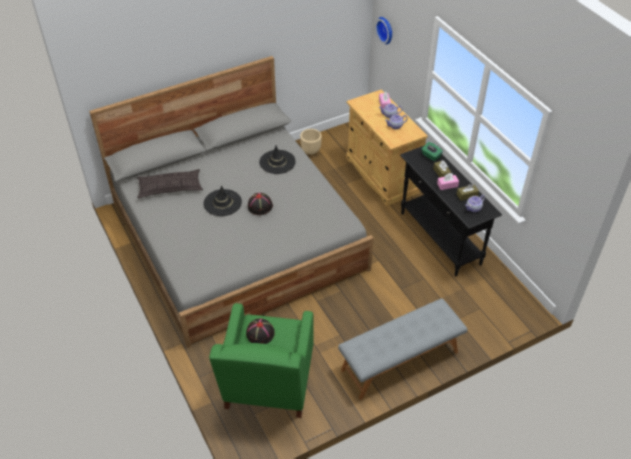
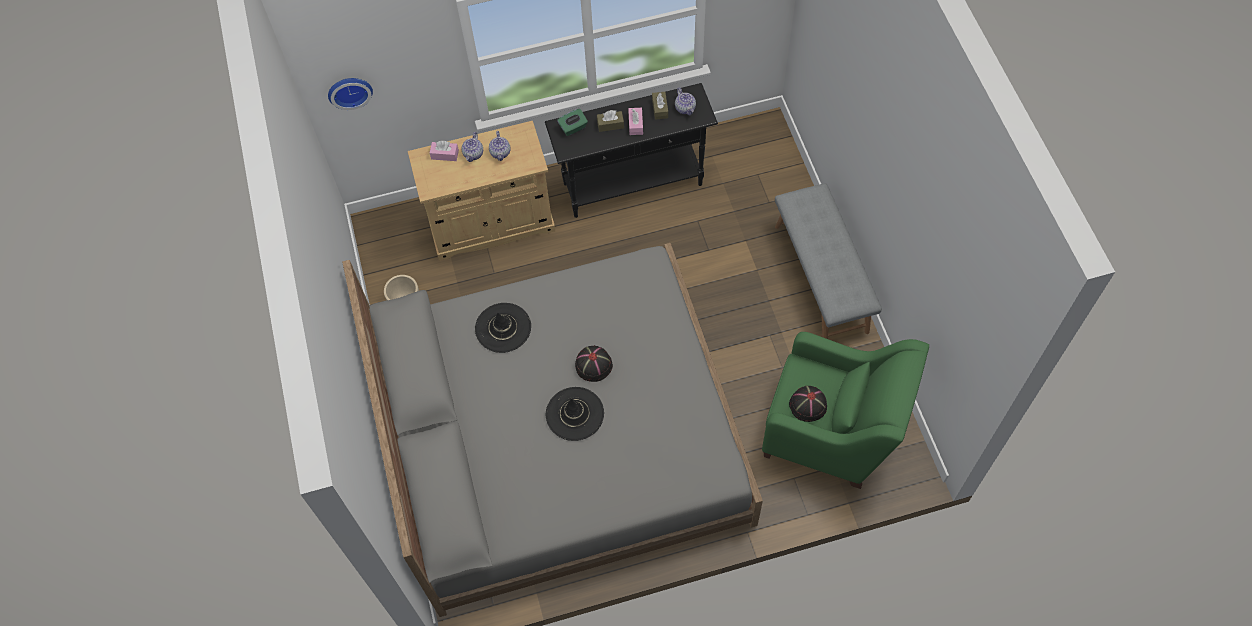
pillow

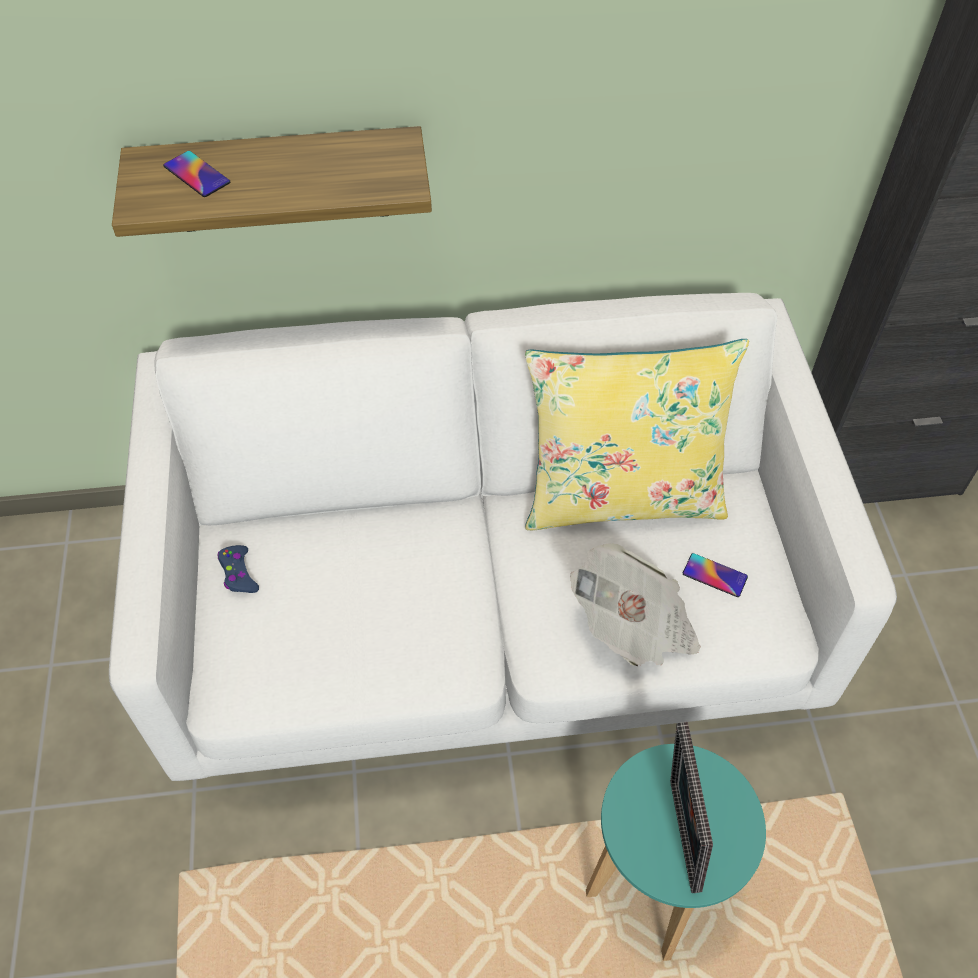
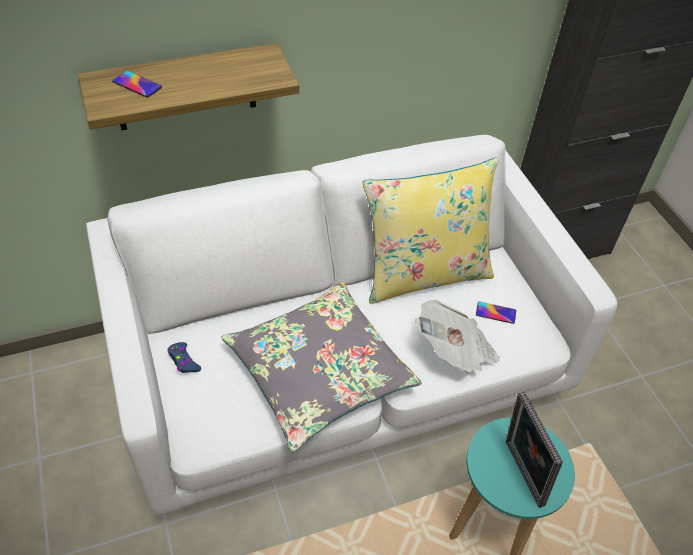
pillow (grey)

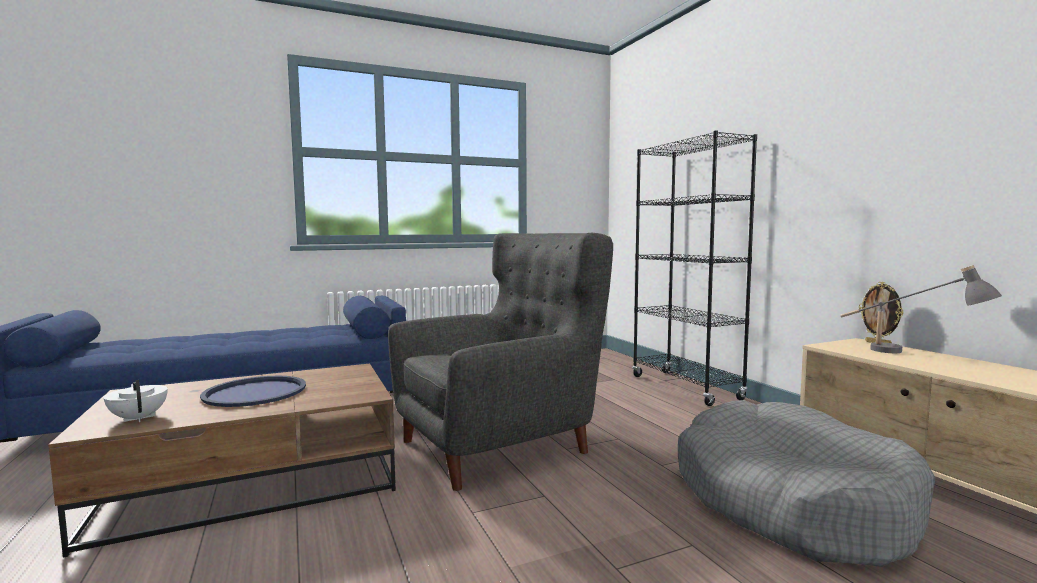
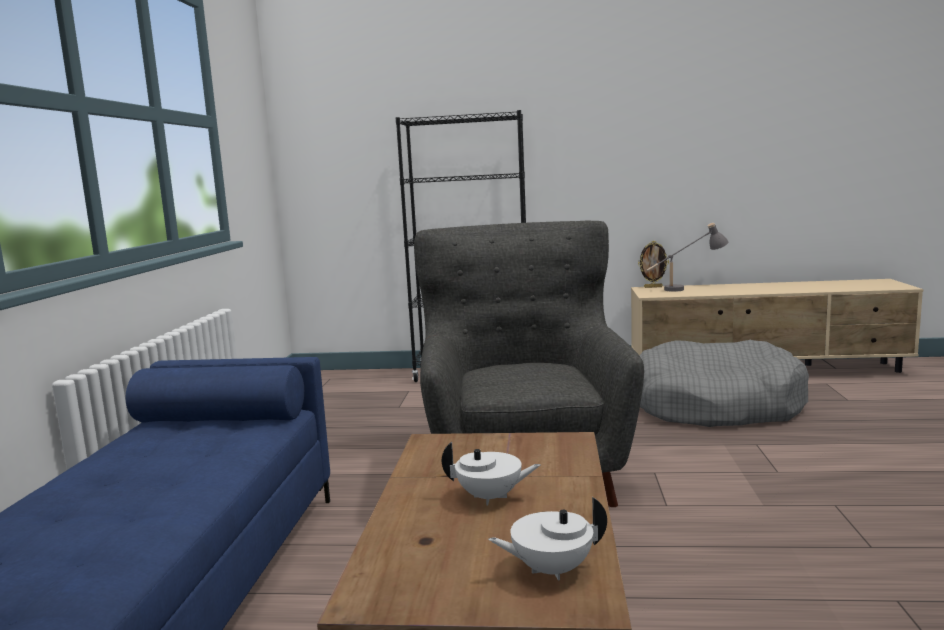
teapot (white) (1st from left)

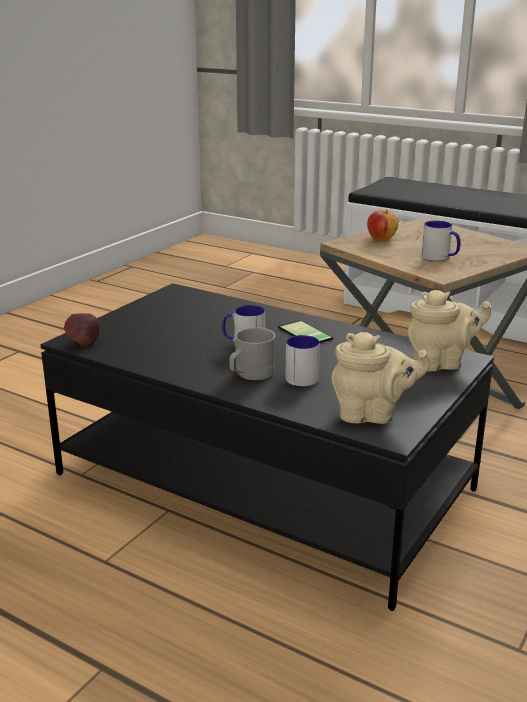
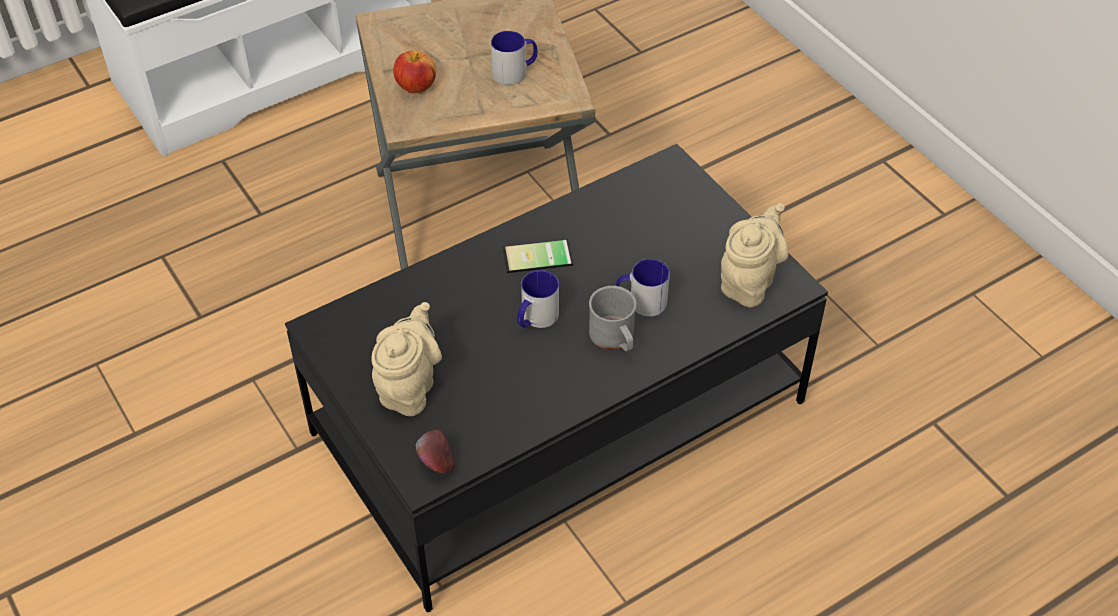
teapot (beige) (1st from left)

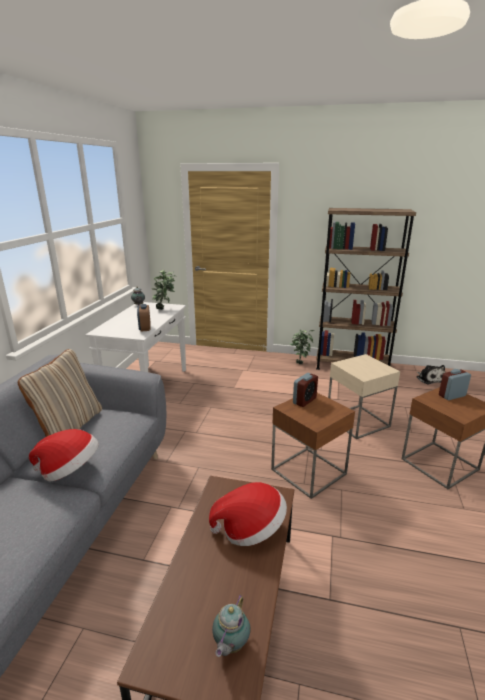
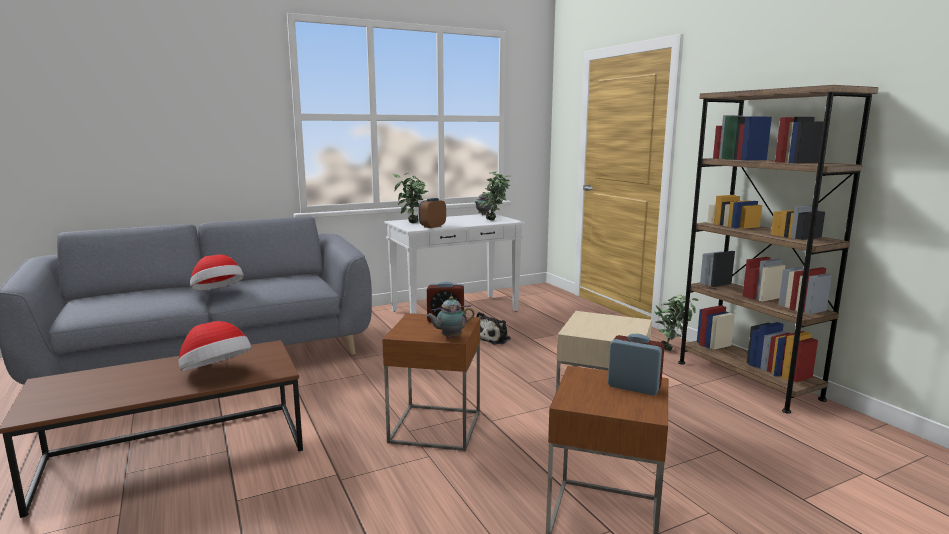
pillow (beige)
potted plant (1st from left)
teapot (1st from left)
plush toy

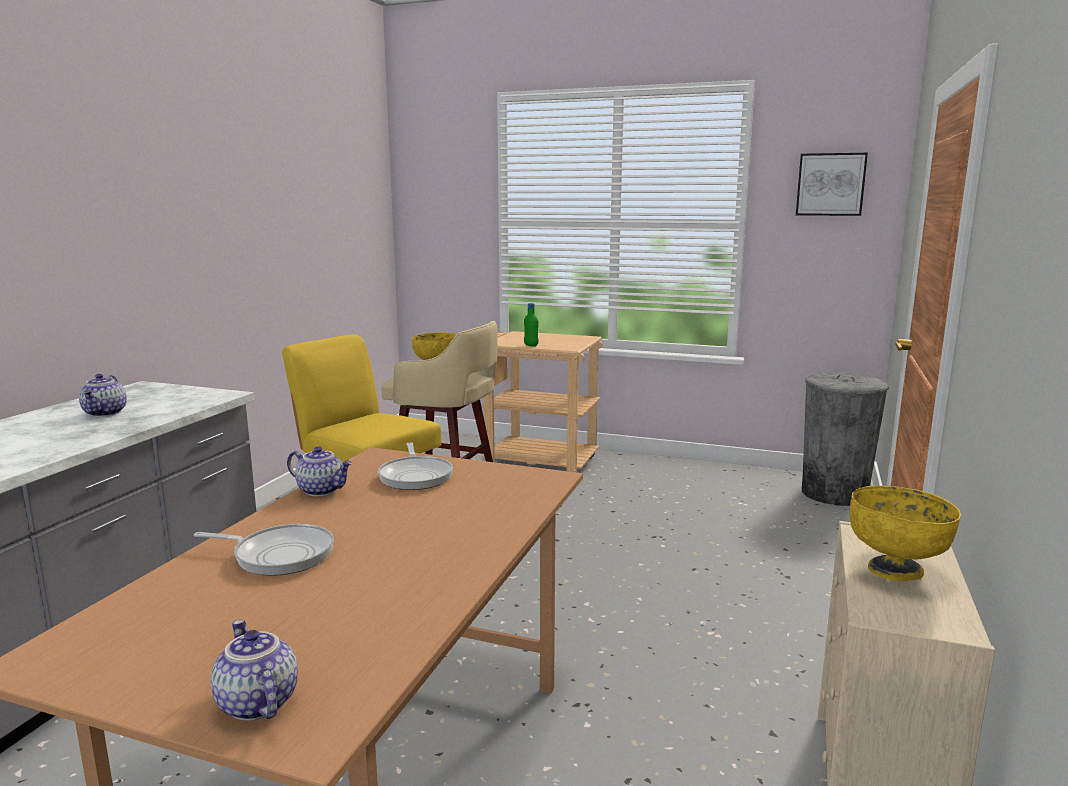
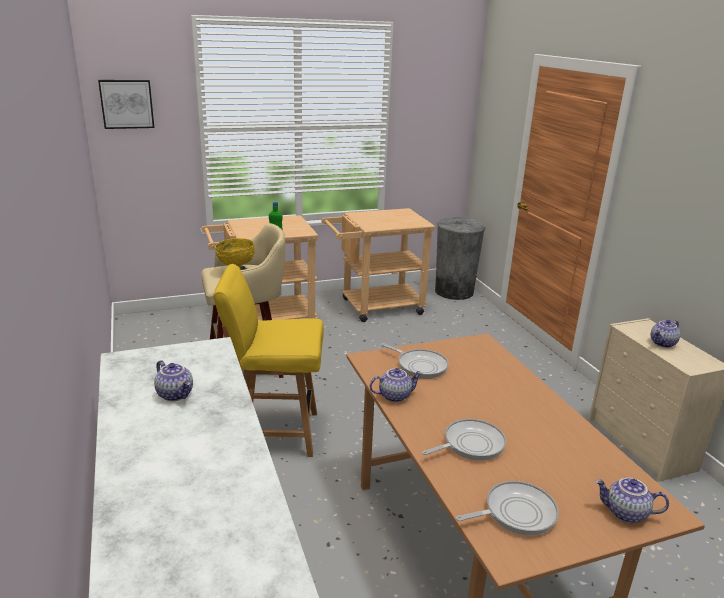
cart (beige) (2nd from left)
frying pan (3rd from left)
picture
teapot (4th from left)

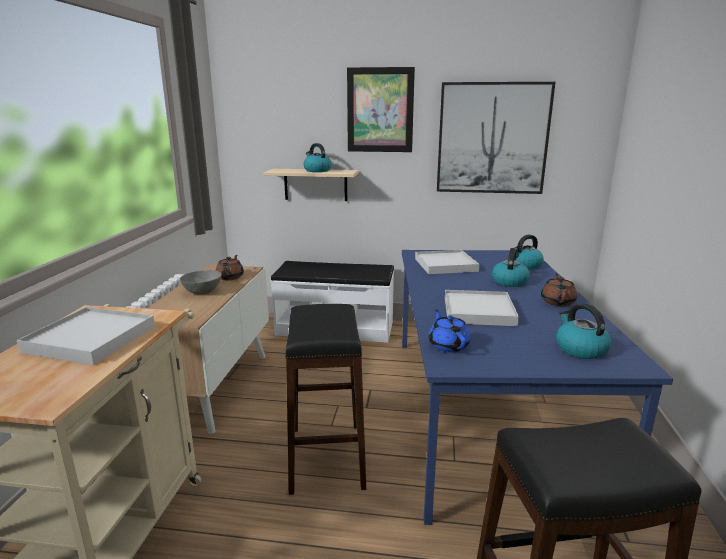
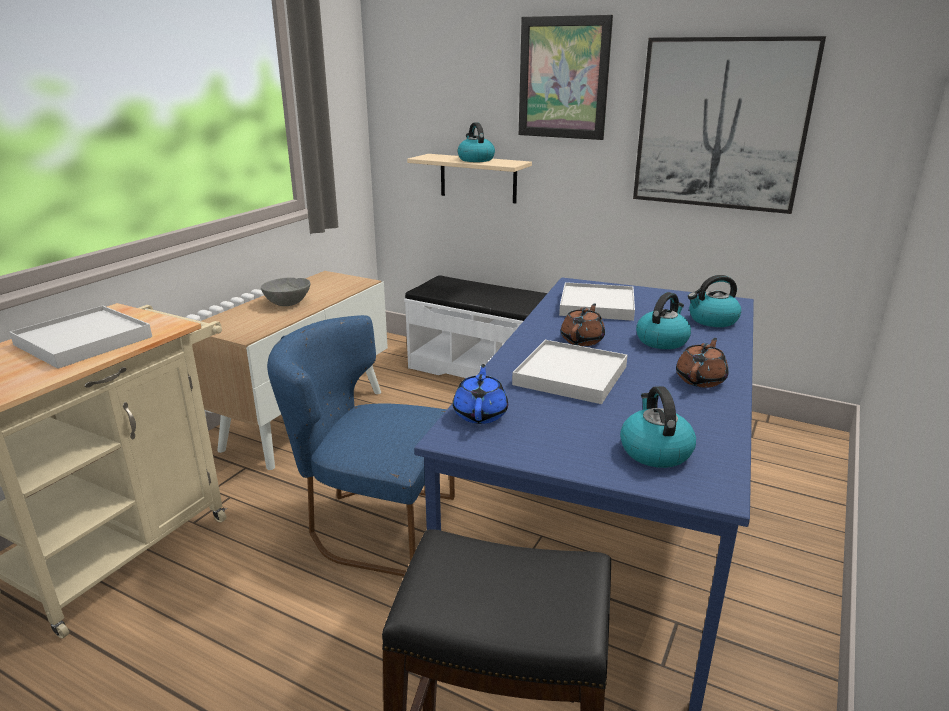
teapot (brown) (1st from left)
chair (blue)

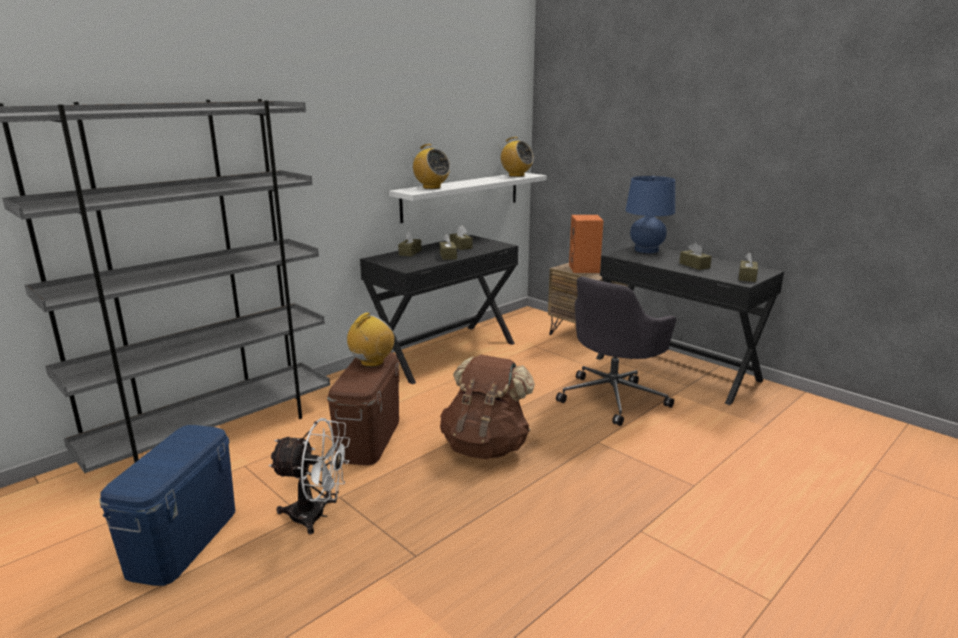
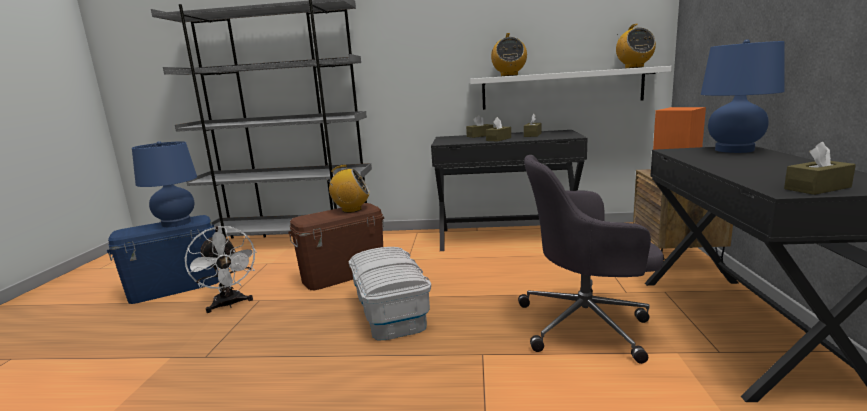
tissue box (brown) (4th from left in the first image)
table lamp (blue) (1st from left)
storage box (white)

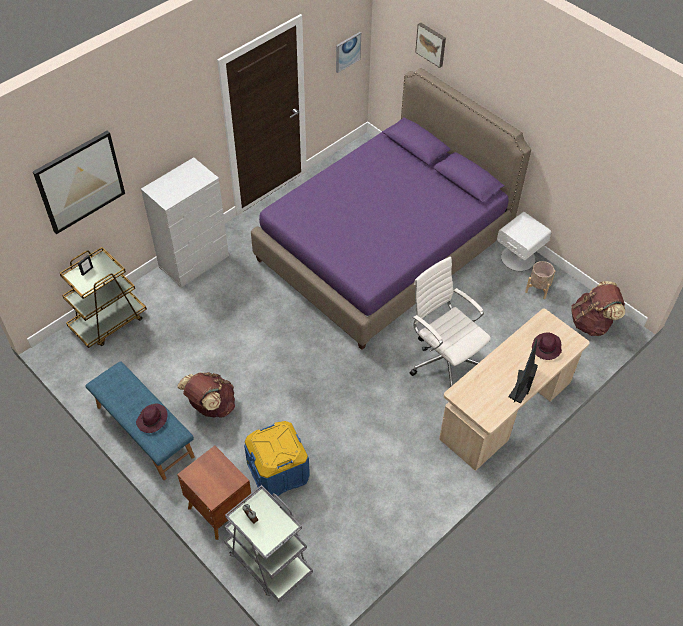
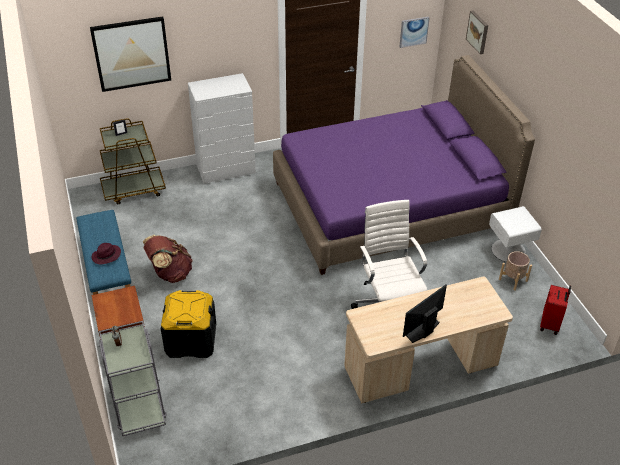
hat (purple) (2nd from left in the first image)
suitcase (red)
storage box (black)

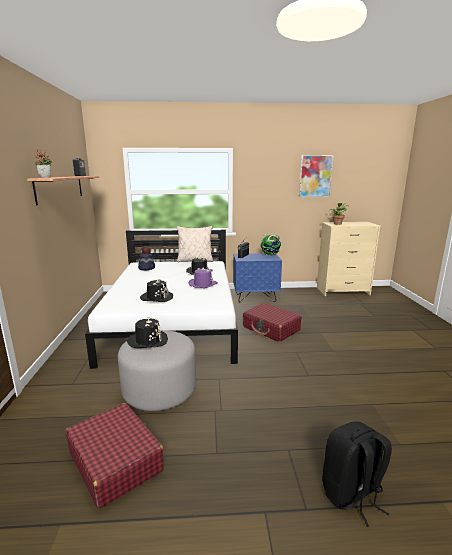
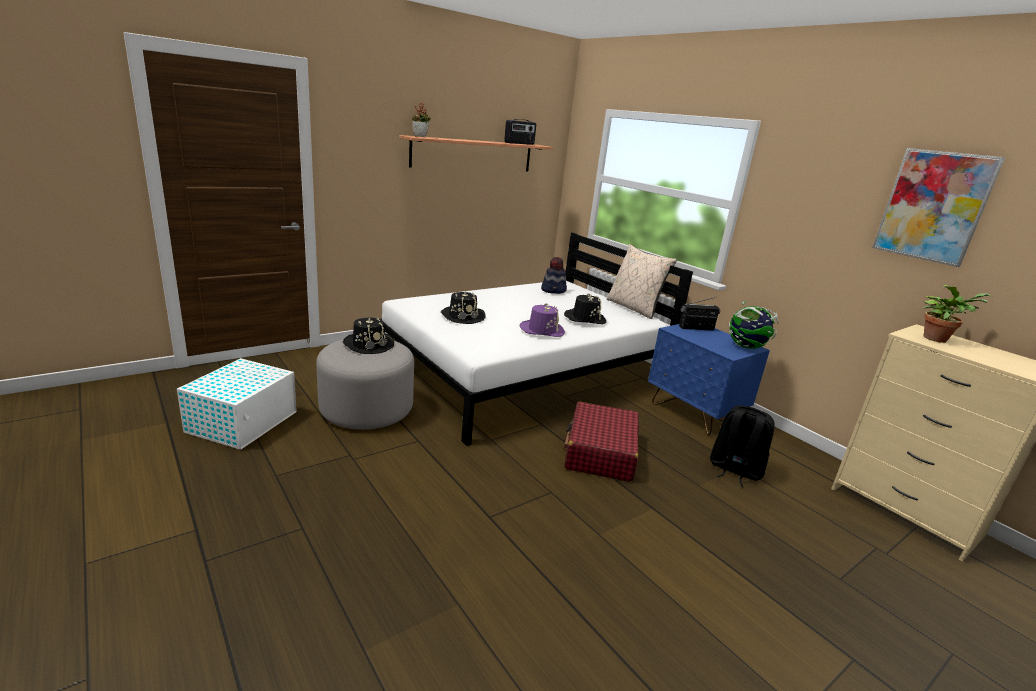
backpack (black)
storage box (white)

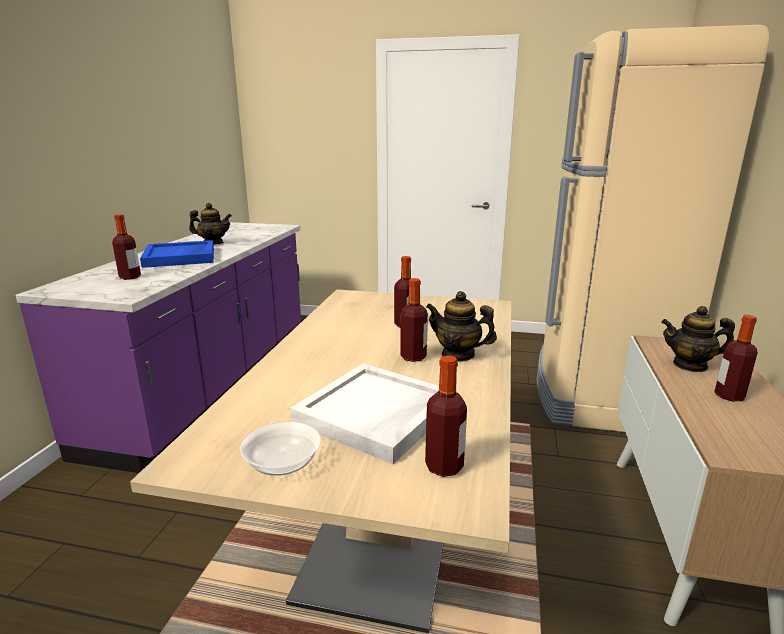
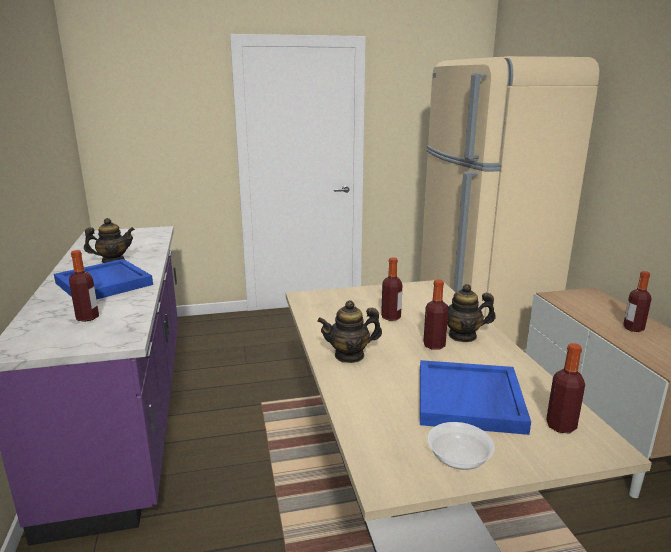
teapot (2nd from left)
tray (blue) (2nd from left)

